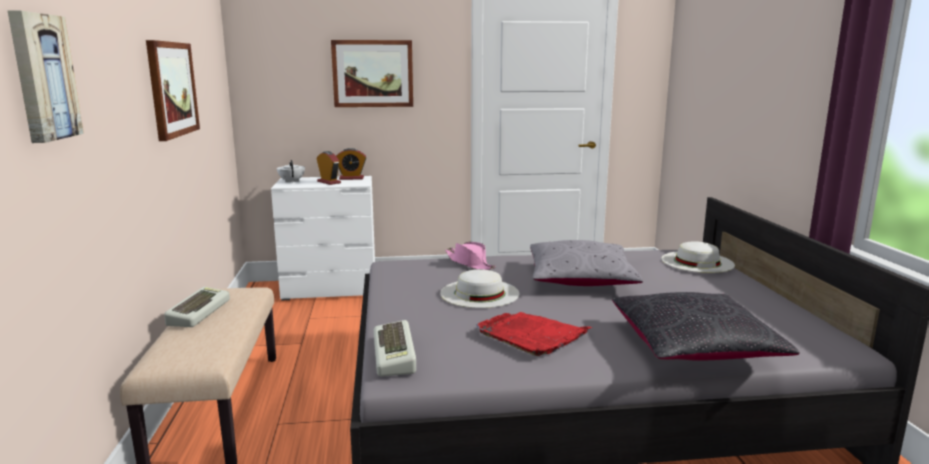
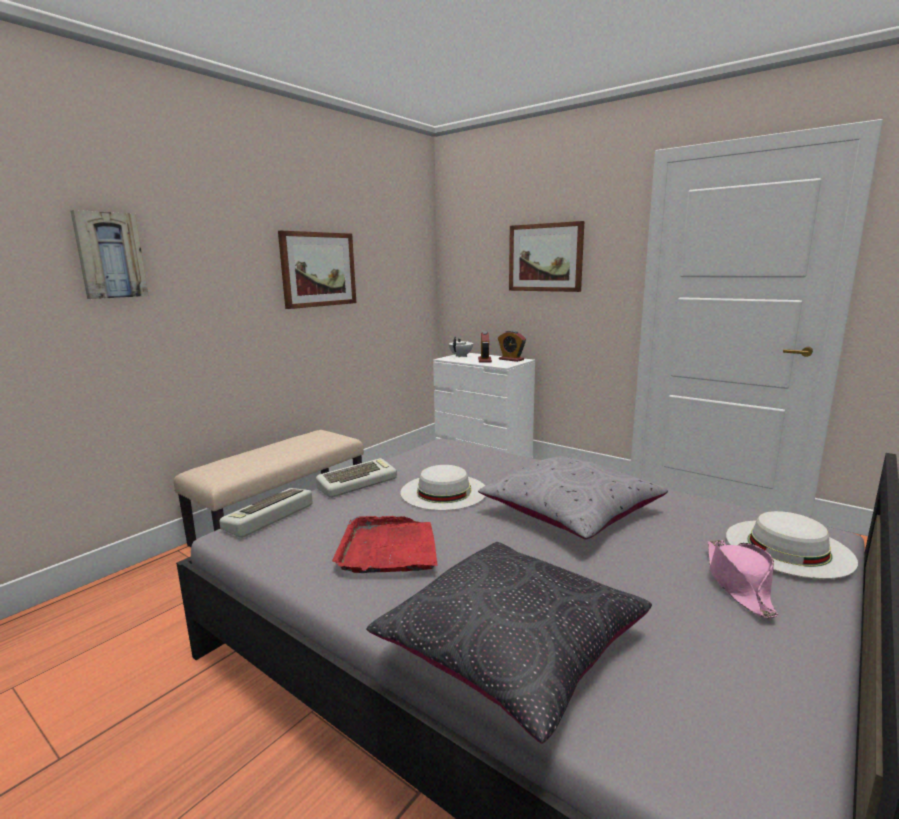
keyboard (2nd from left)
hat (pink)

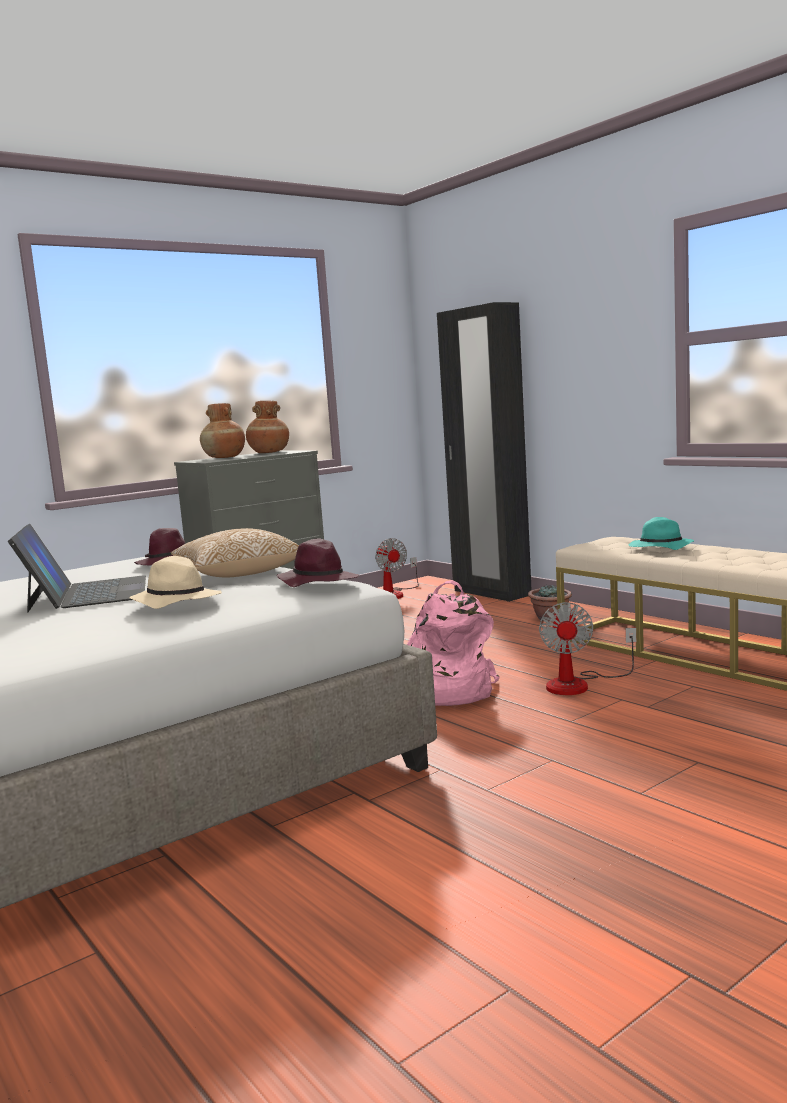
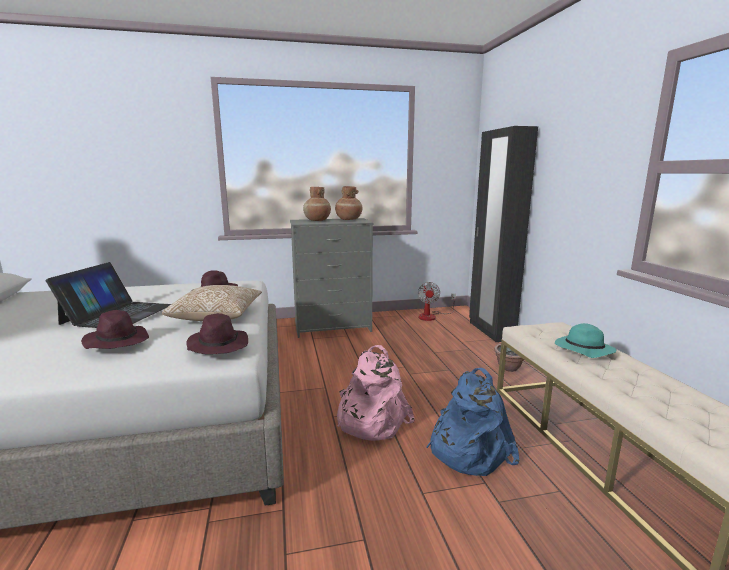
backpack (blue)
hat (purple) (1st from left)

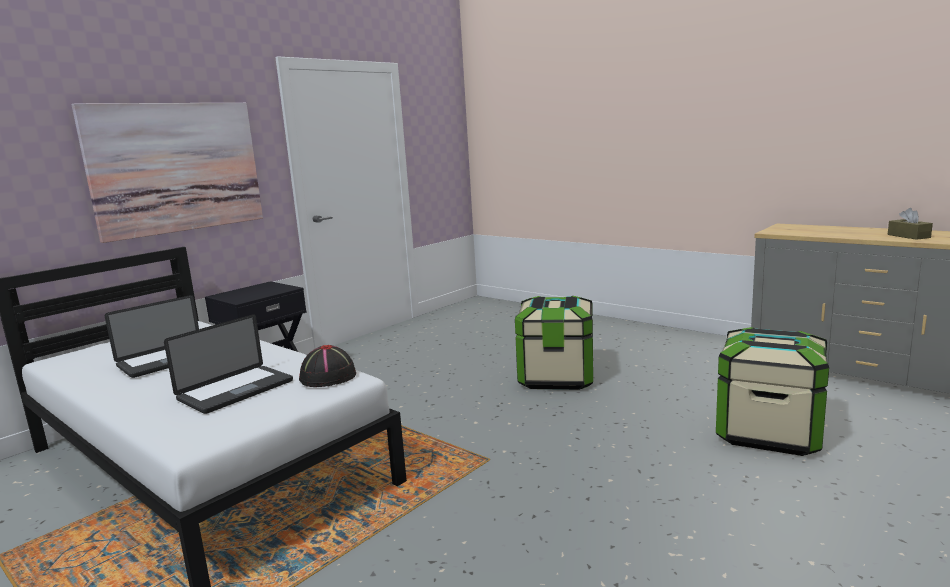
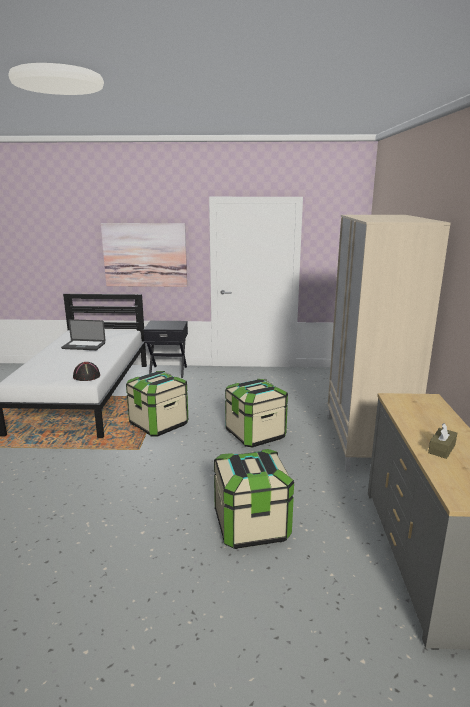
laptop (2nd from left in the first image)
storage box (1st from left)
wardrobe (beige)

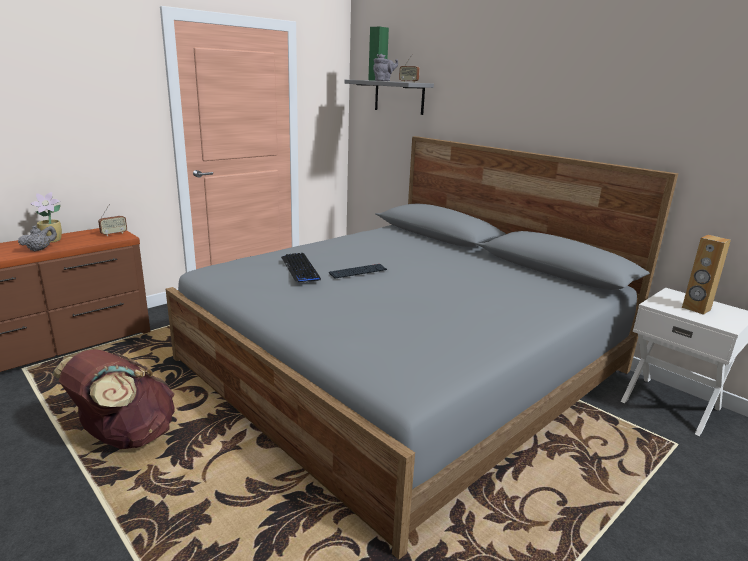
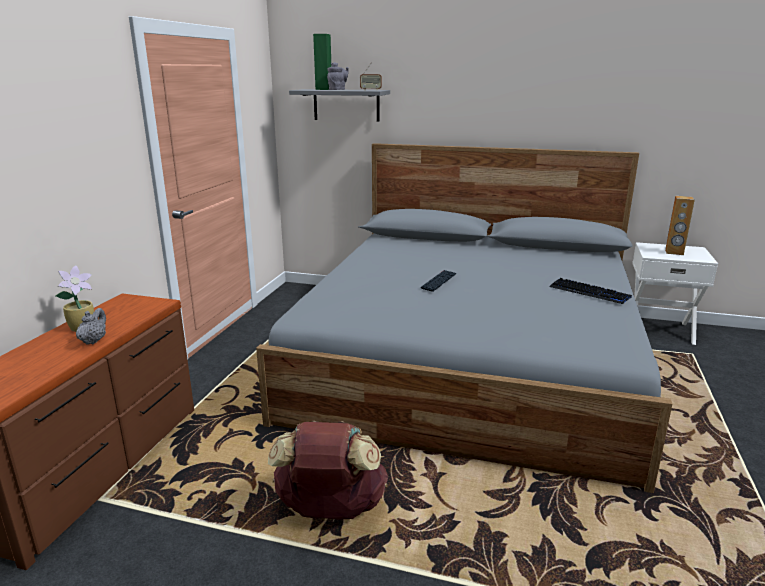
radio (1st from left in the first image)
keyboard (2nd from left)

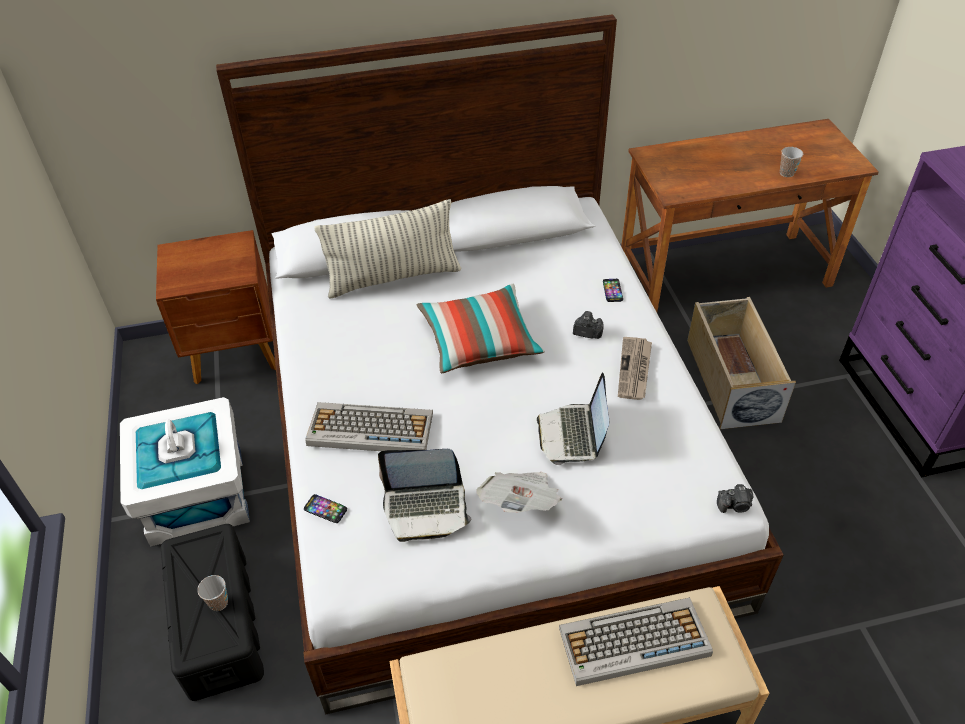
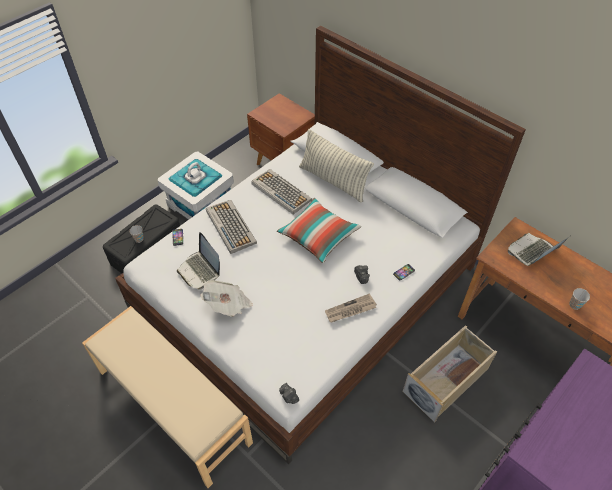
laptop (2nd from left)
keyboard (2nd from left)

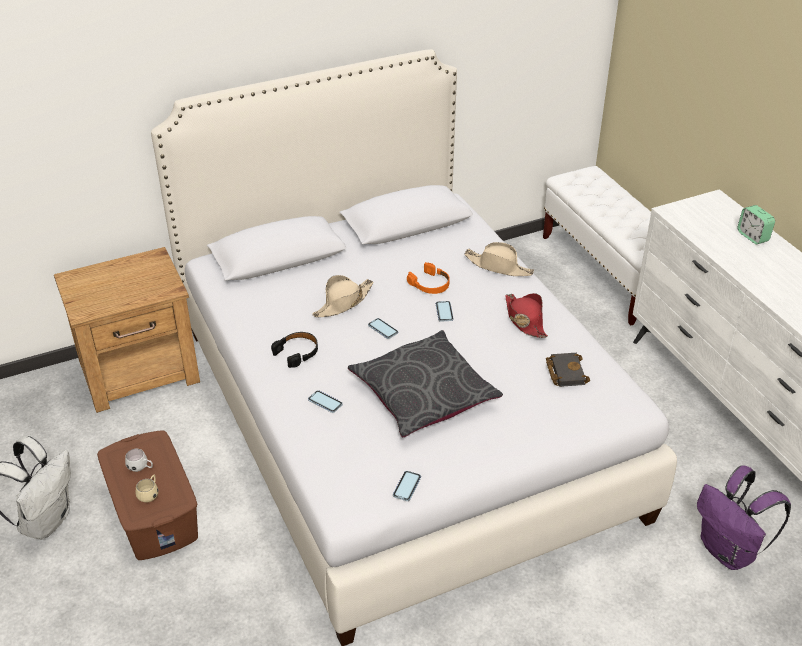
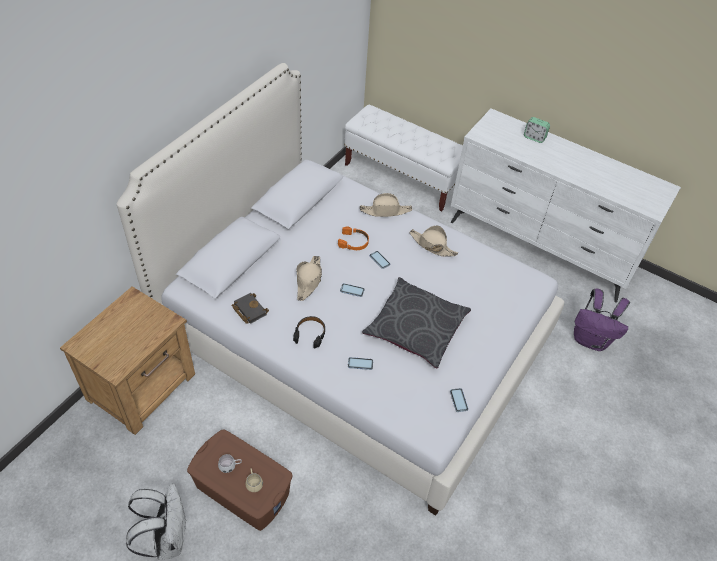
book (black)
hat (beige) (3rd from left)

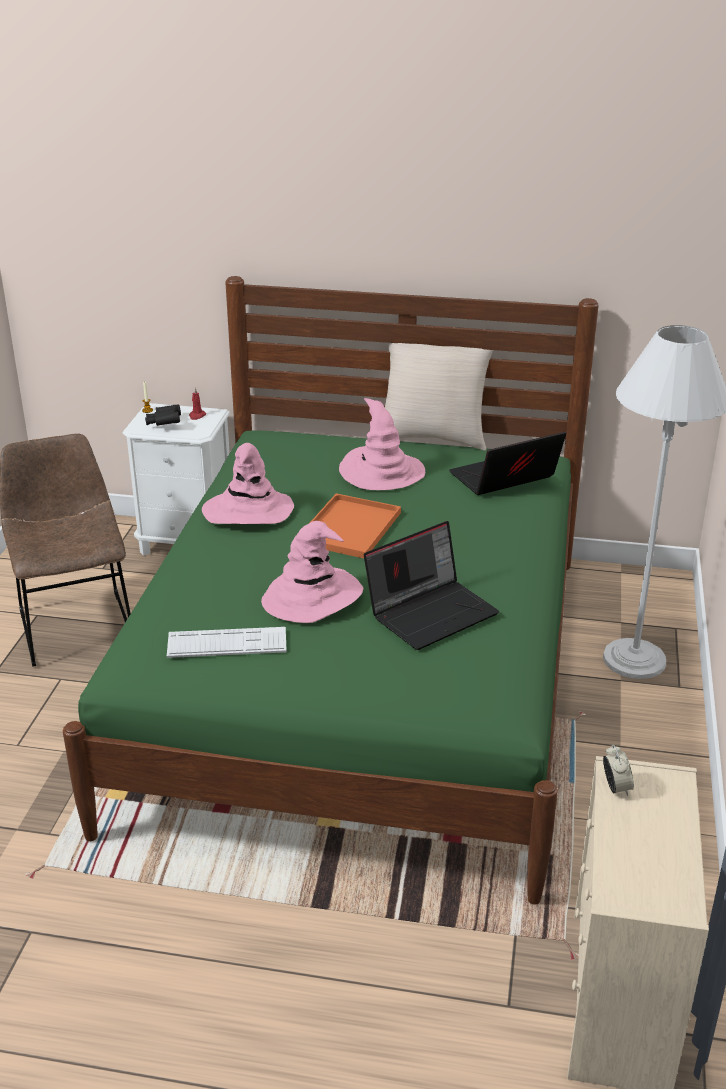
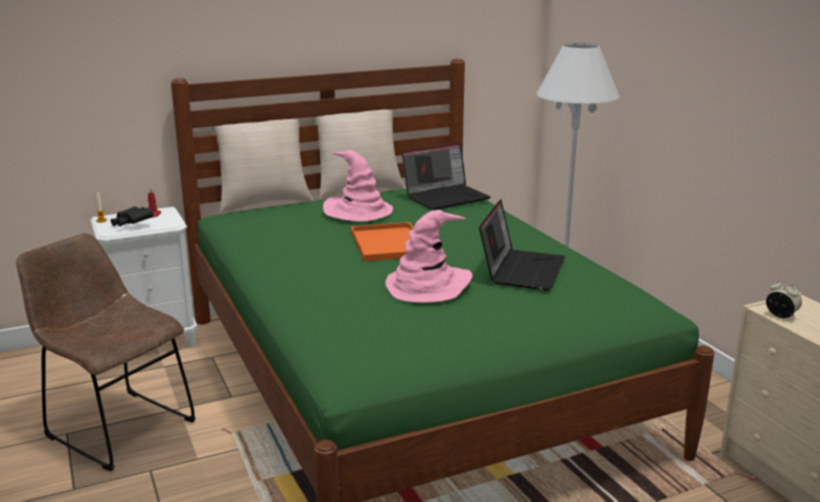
keyboard
hat (pink) (1st from left in the first image)
pillow (beige) (1st from left)
laptop (1st from left)

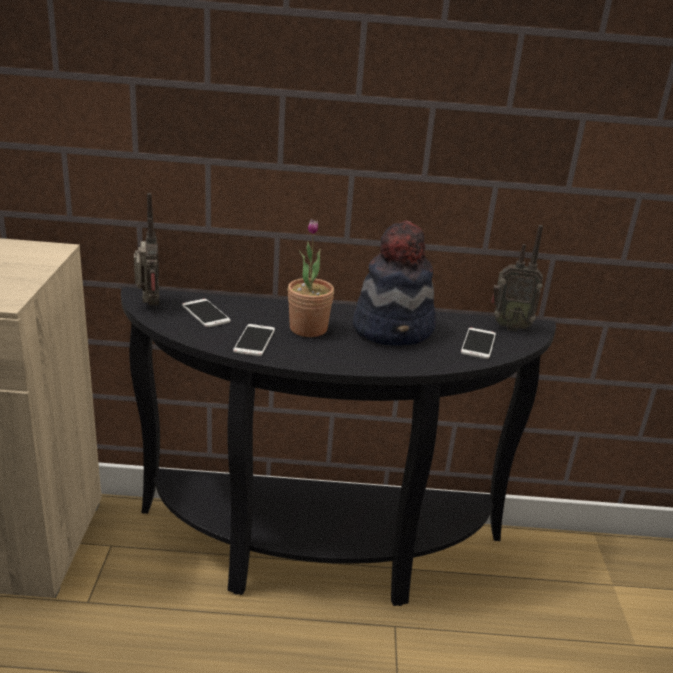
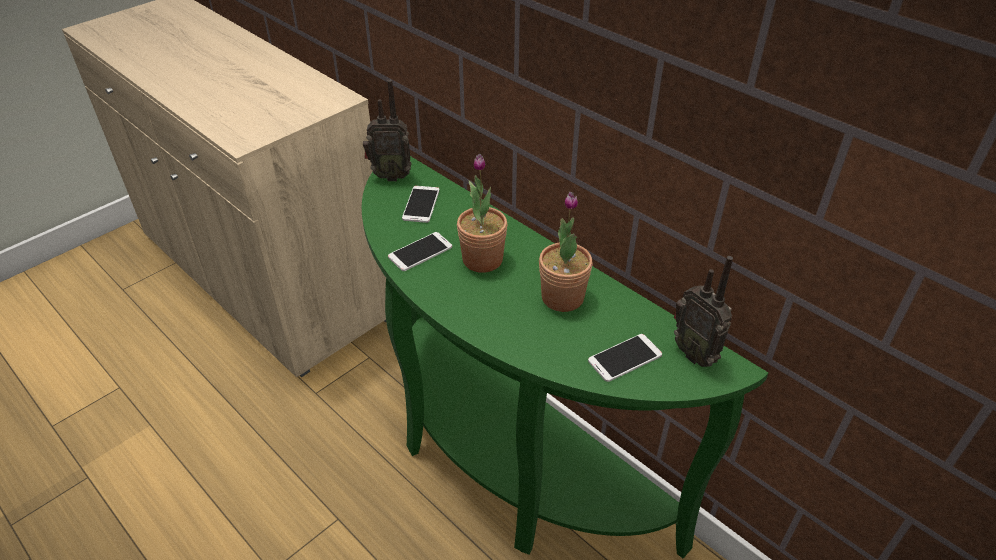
potted plant (2nd from left)
console table (green)
radio (1st from left)

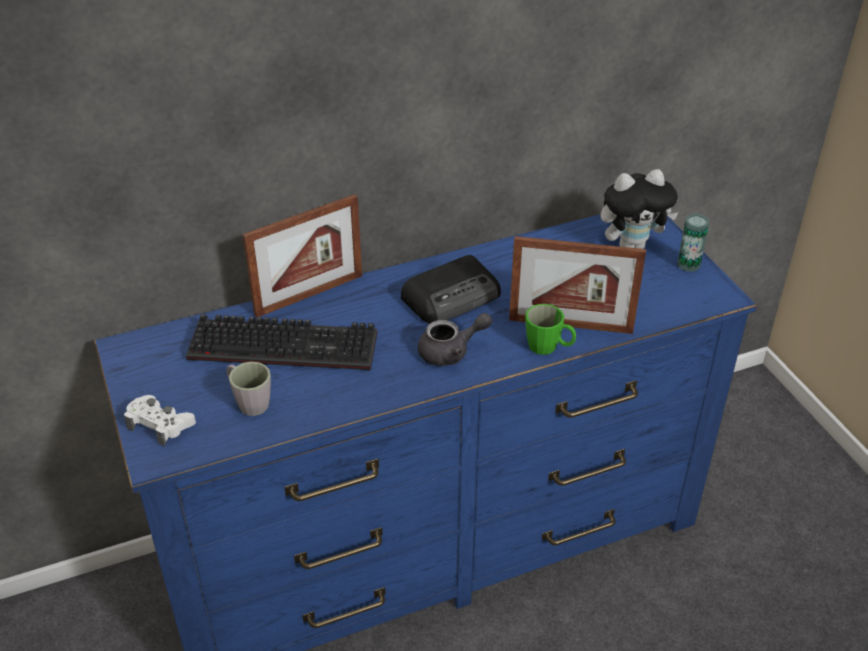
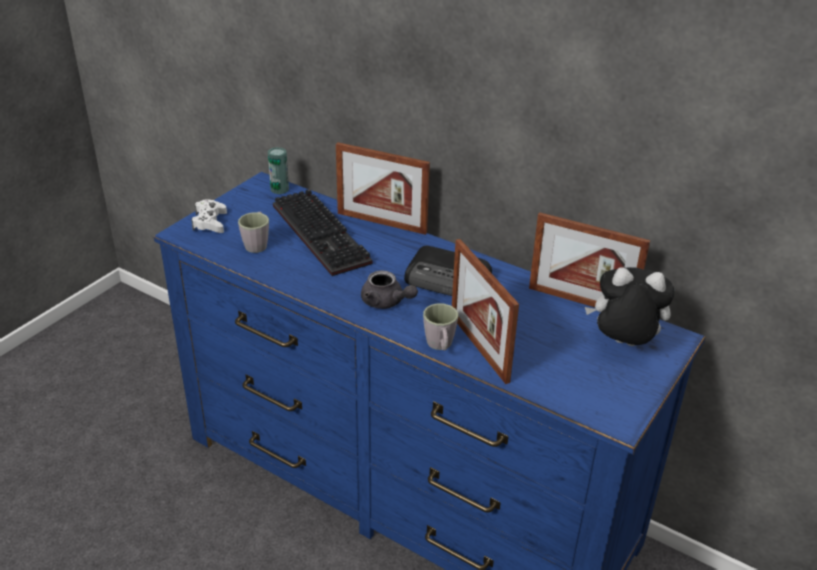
picture frame (3rd from left)
can
mug (grey) (2nd from left)
plush toy

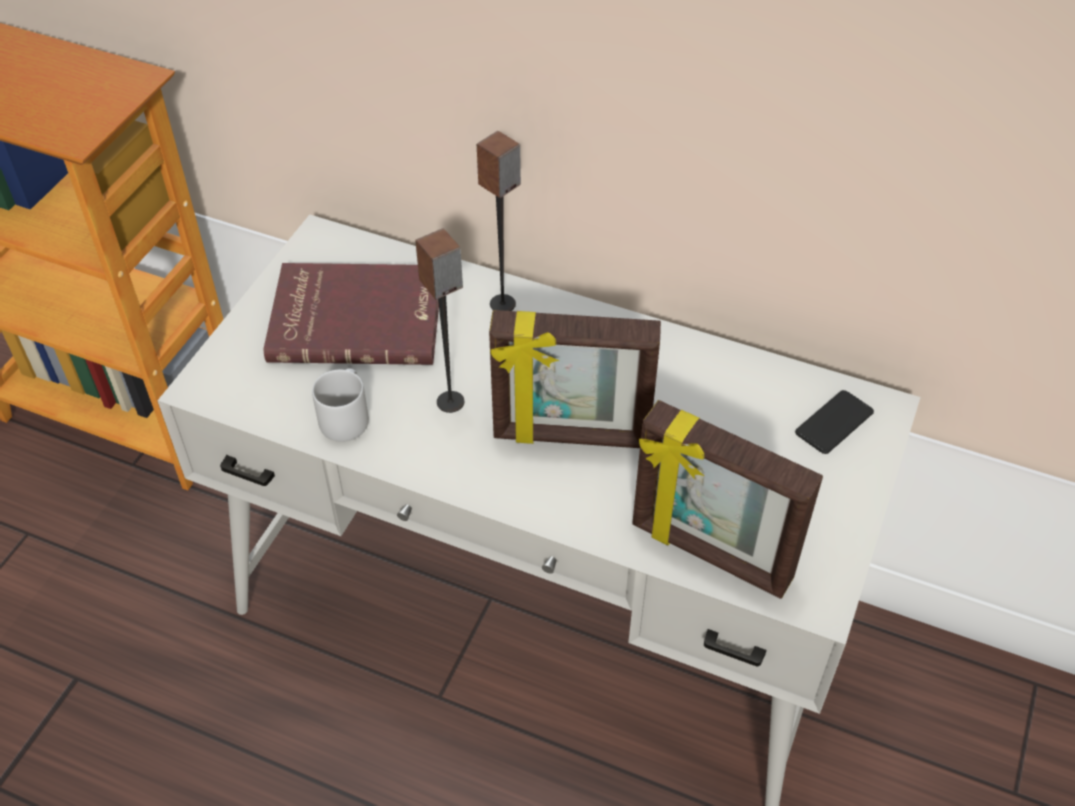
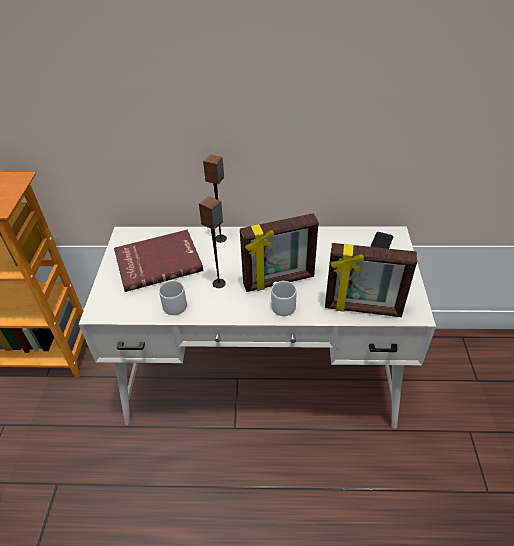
mug (grey) (2nd from left)

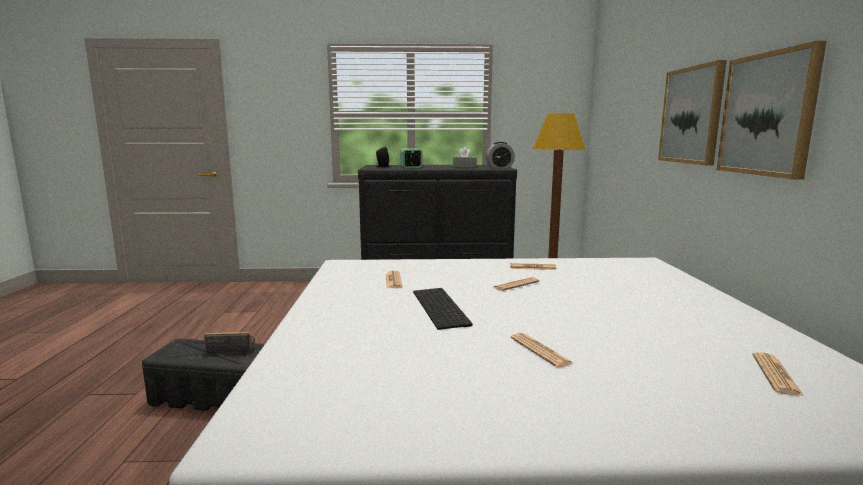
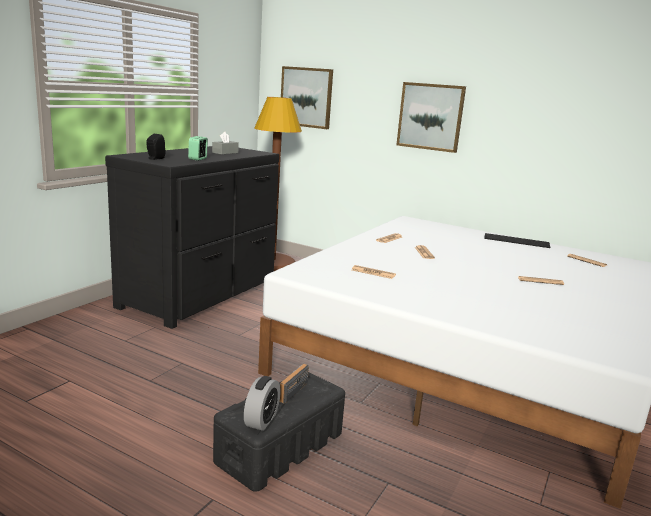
keyboard
alarm clock (2nd from left)
picture (1st from left)

